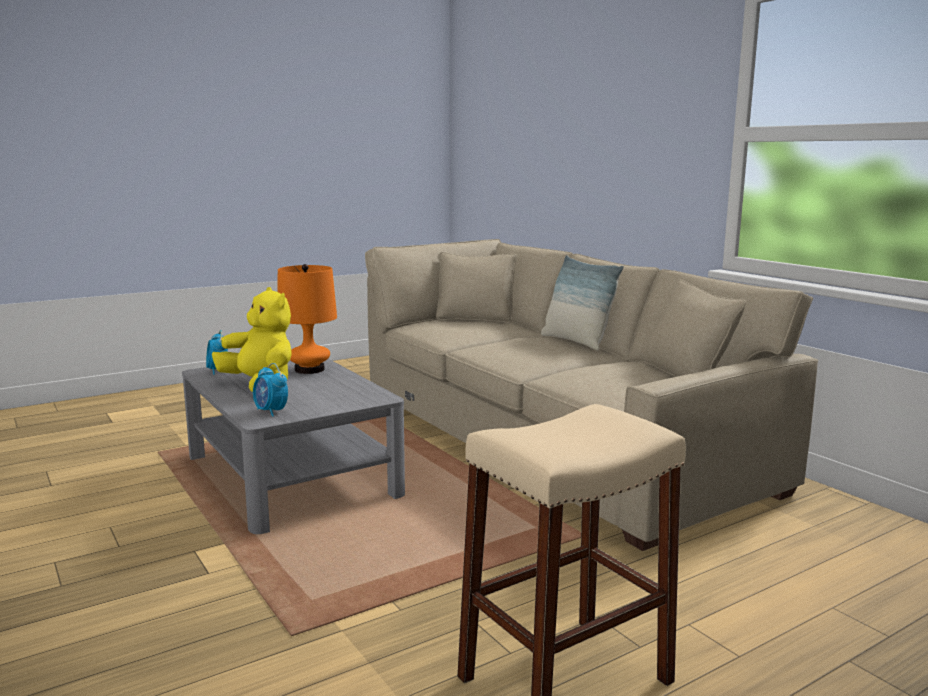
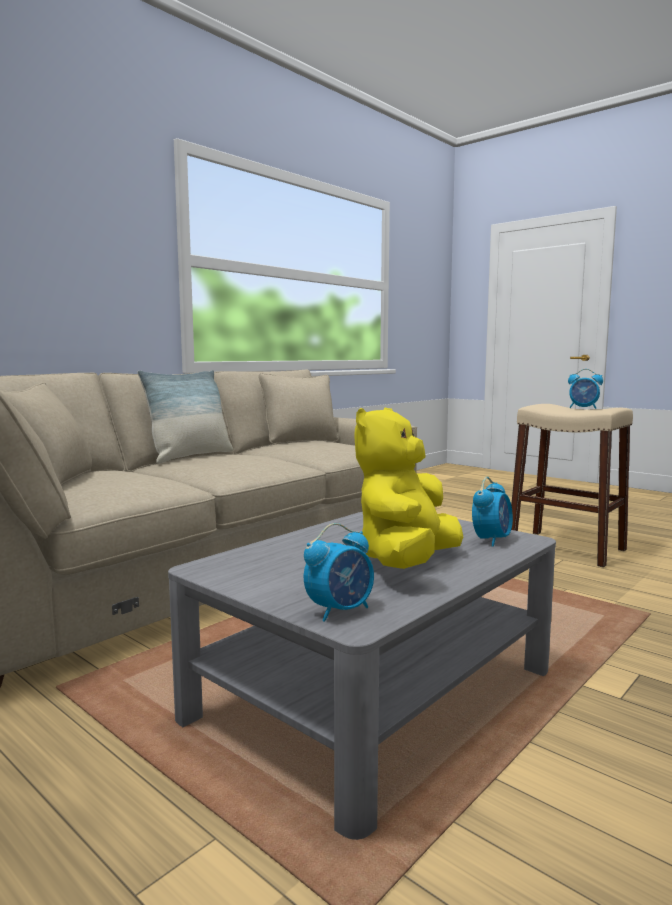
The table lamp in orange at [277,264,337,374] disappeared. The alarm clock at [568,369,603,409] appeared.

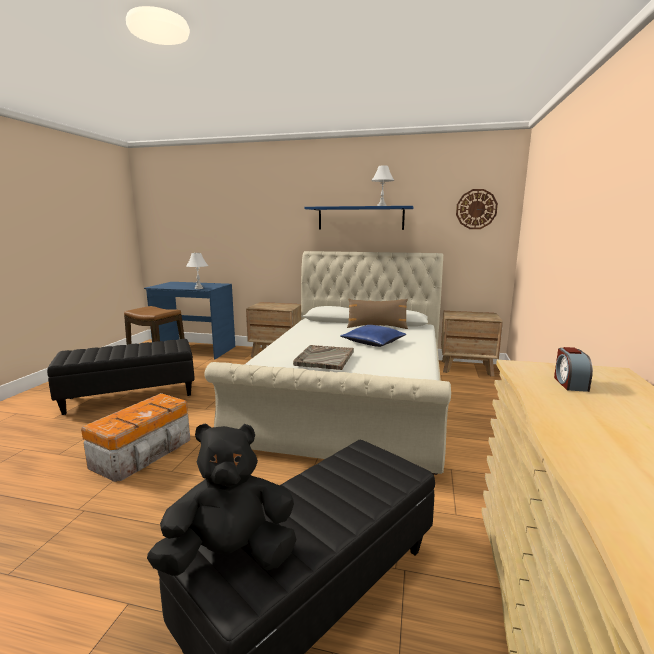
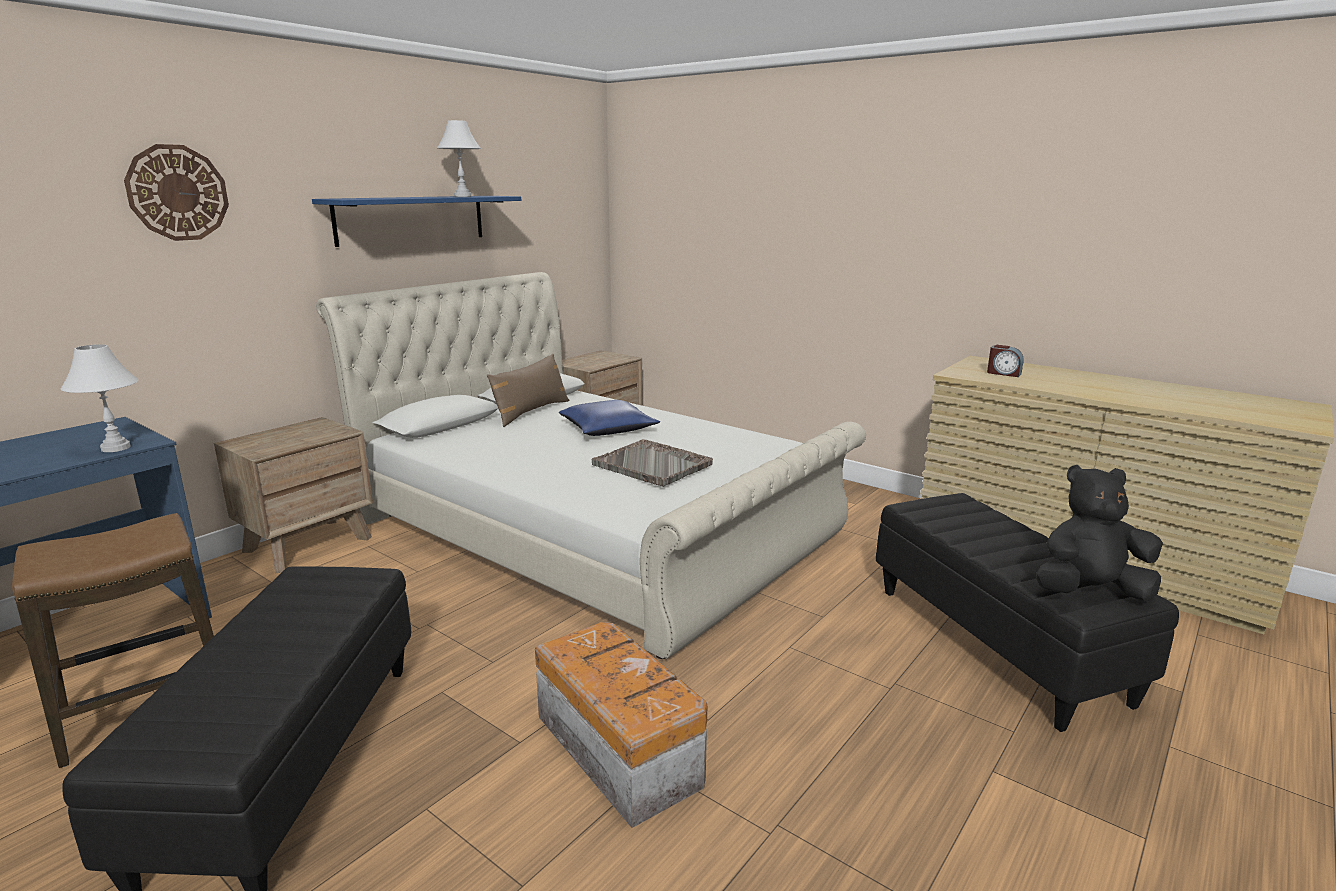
The wall clock moved from [456,189,498,229] to [124,144,229,241]. The plush toy in black at [147,423,297,576] turned 75 degrees clockwise.

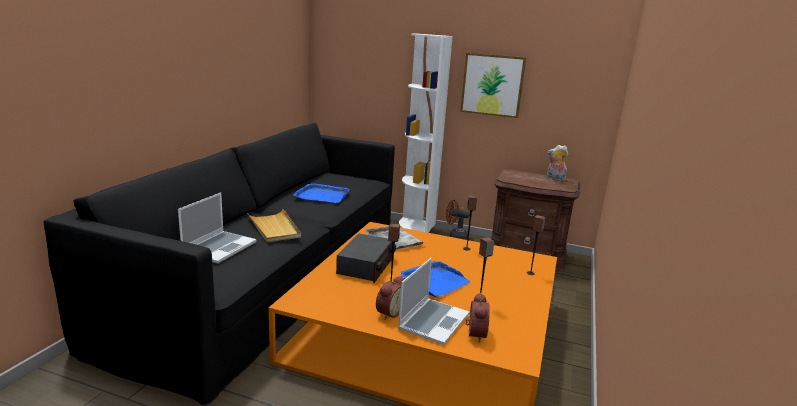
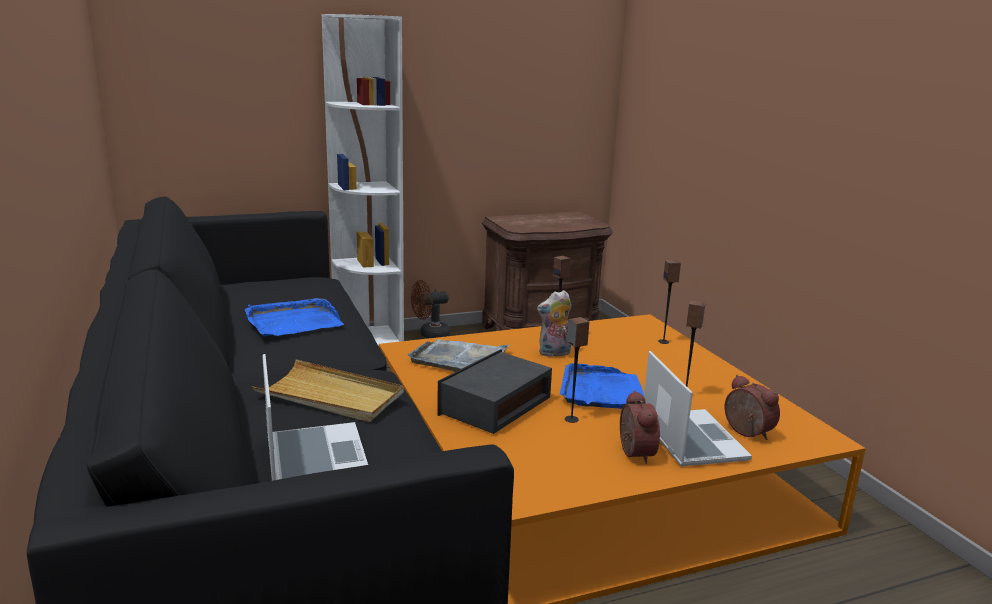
The picture at [460,53,526,118] disappeared. The plush toy moved from [547,145,568,181] to [537,290,571,357]. The radio at [336,234,396,283] turned 120 degrees counterclockwise.

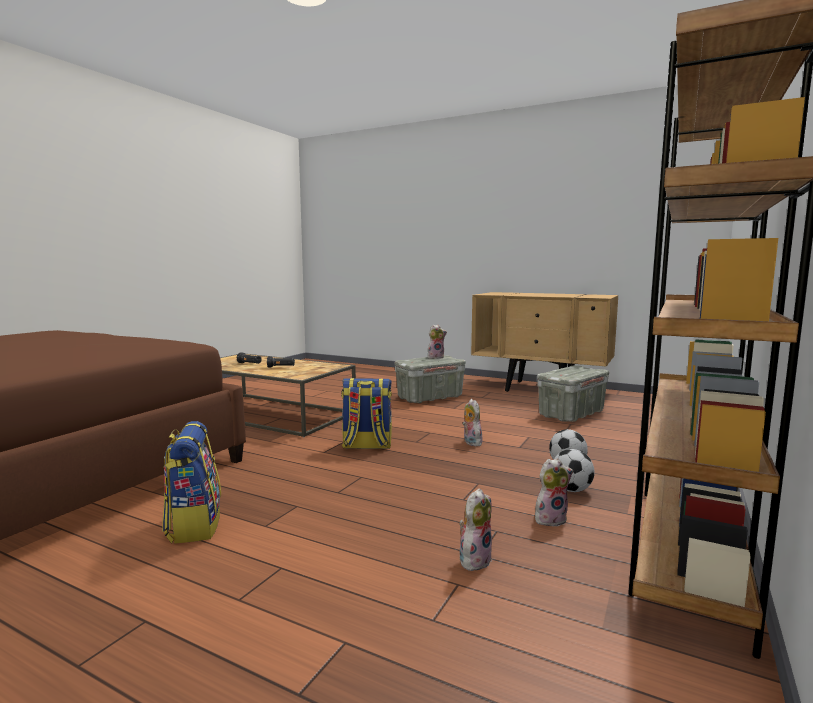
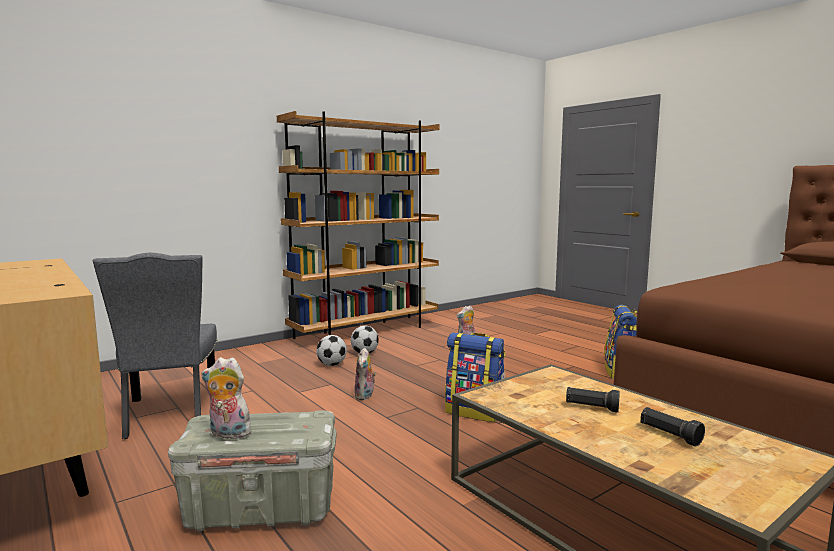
The plush toy at [535,458,573,526] disappeared. The storage box in grey at [537,365,609,422] was replaced by the chair in grey at [93,253,217,439].

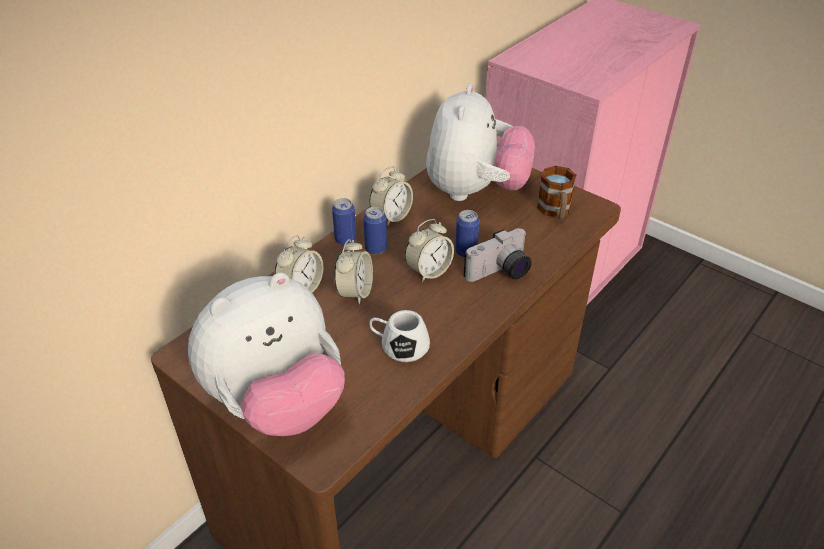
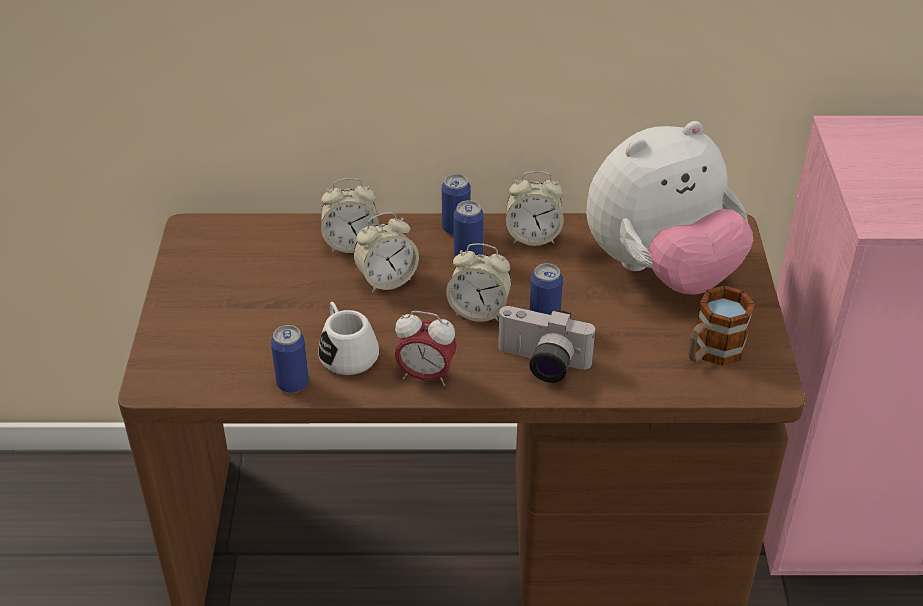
The plush toy at [188,273,345,436] disappeared. The can at [271,325,309,393] appeared. The alarm clock at [395,311,457,386] appeared.

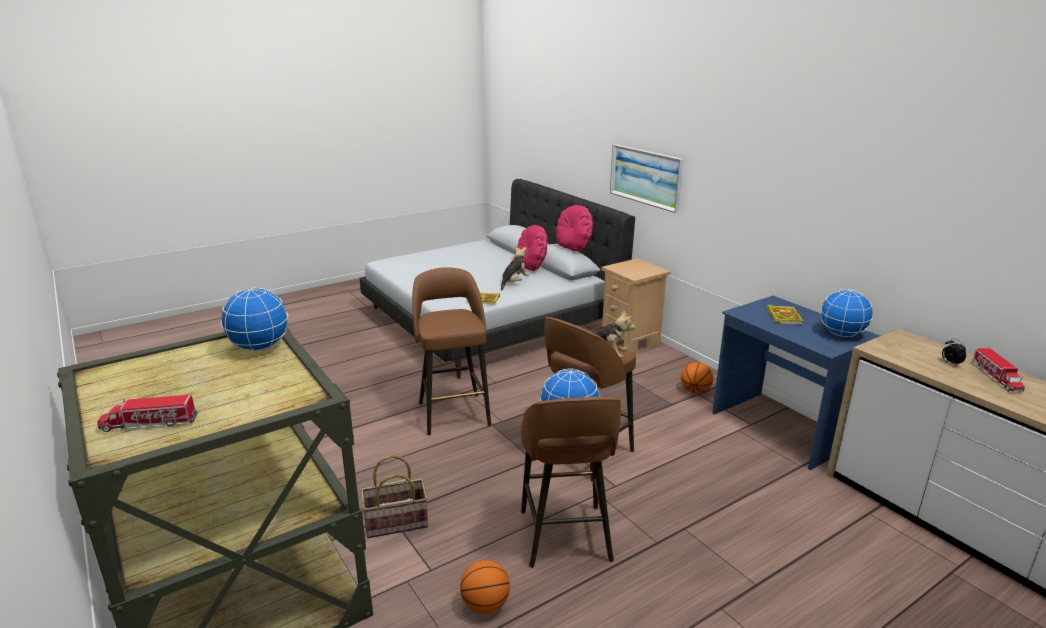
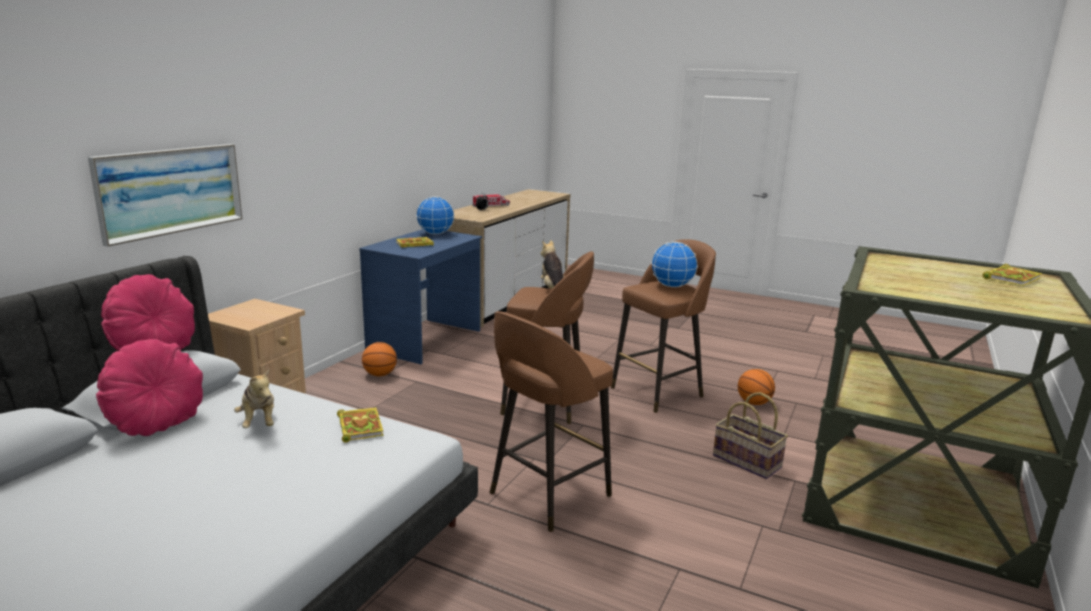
The globe at [221,288,288,351] disappeared. The toy truck at [97,395,198,432] was replaced by the book at [982,264,1042,286]. The plush toy at [501,246,529,291] turned 120 degrees counterclockwise.

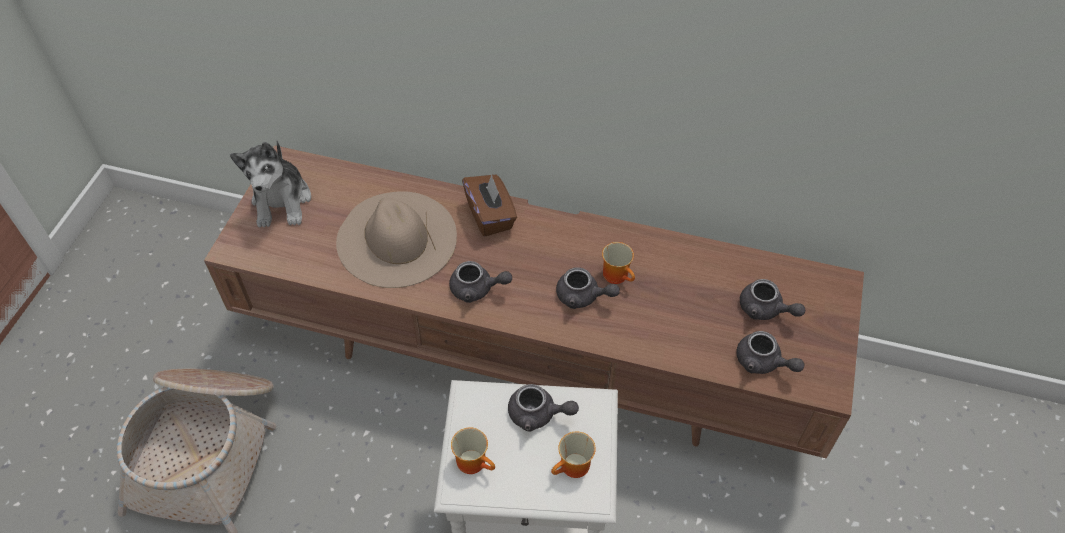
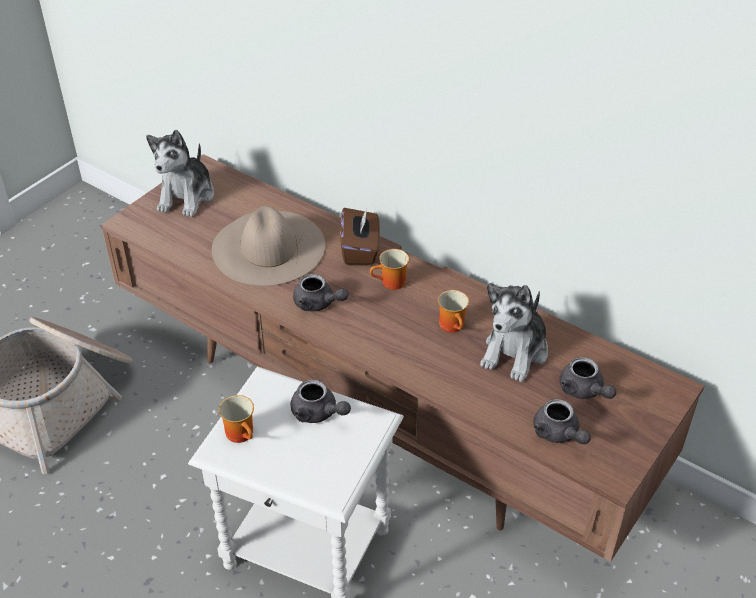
The teapot in grey at [556,267,620,309] disappeared. The plush toy at [480,283,548,382] appeared. The mug moved from [551,431,595,478] to [370,249,409,290].

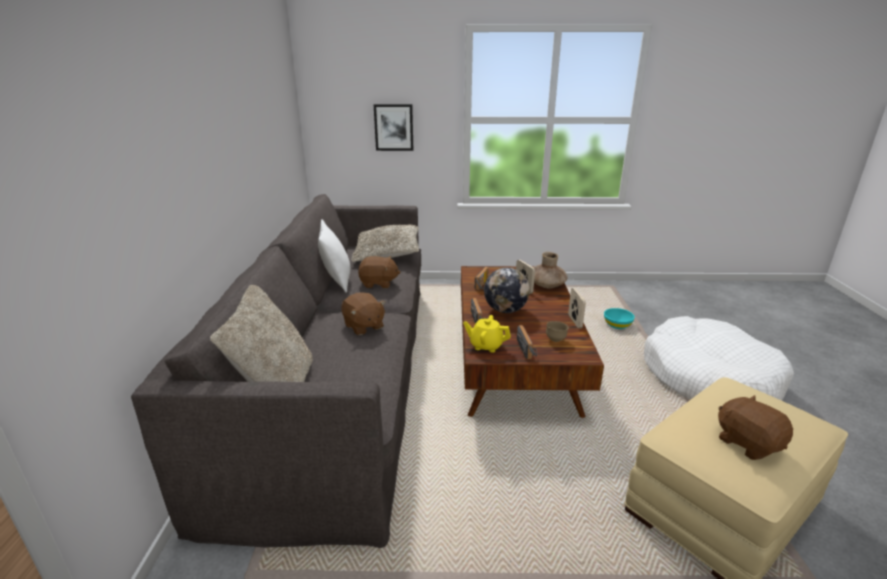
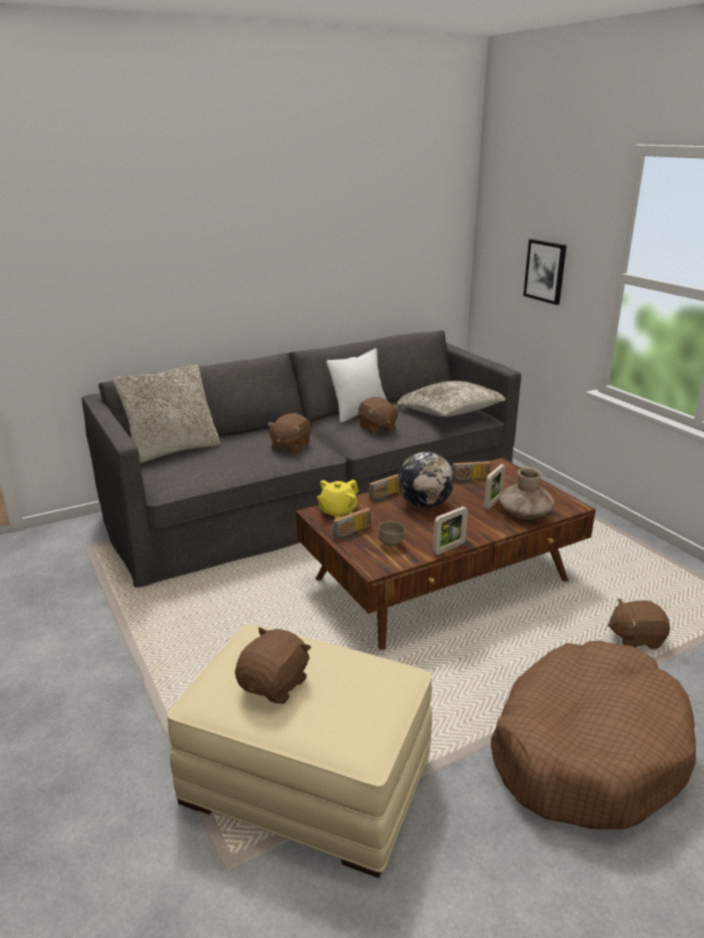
The bowl in turquoise at [604,308,635,329] was replaced by the plush toy in brown at [608,598,670,649]. The dog bed in white at [644,316,794,401] became the dog bed in brown at [491,640,696,829]. The teapot in yellow at [463,315,511,353] turned 120 degrees counterclockwise.

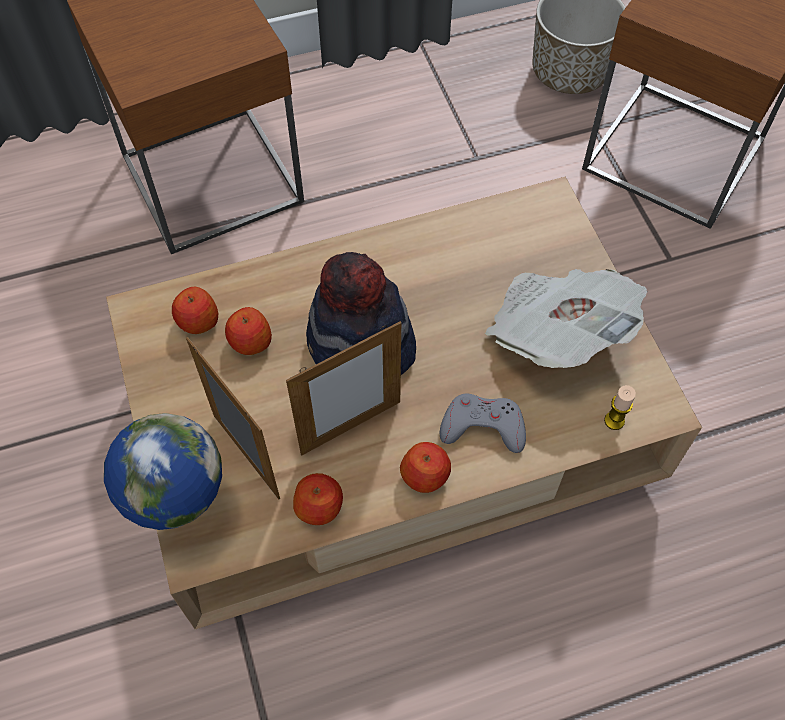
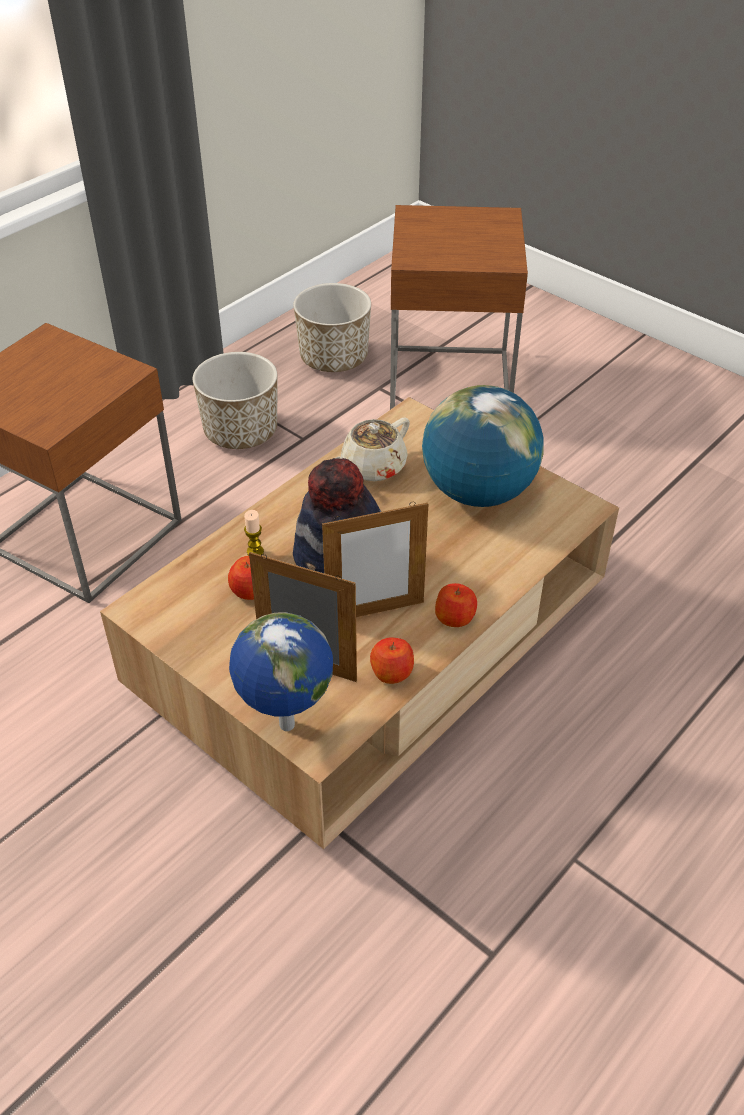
The apple at [172,287,218,334] disappeared. The game controller in grey at [440,393,526,453] disappeared. The planter at [193,352,277,449] appeared. The teapot in beige at [336,418,410,481] appeared. The candle moved from [604,385,636,430] to [244,510,264,556]. The newspaper at [485,269,648,368] was replaced by the globe at [422,385,544,507]. The picture frame at [286,321,401,456] turned 45 degrees clockwise.

